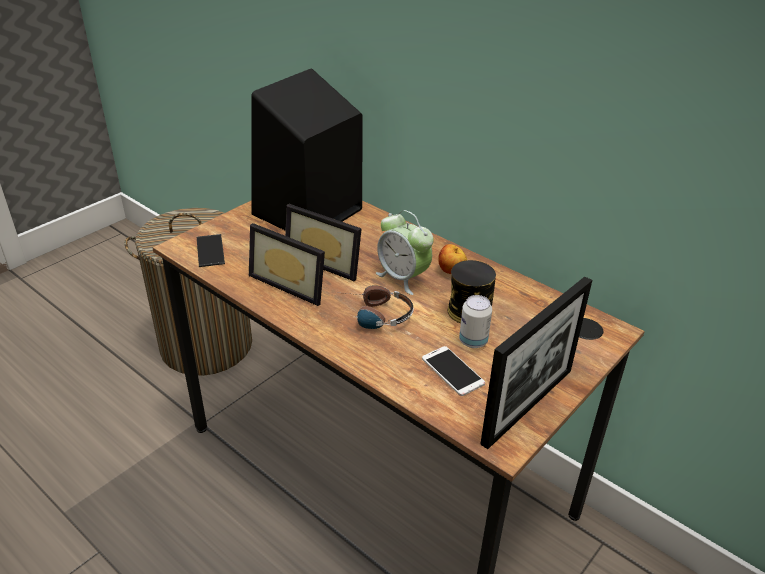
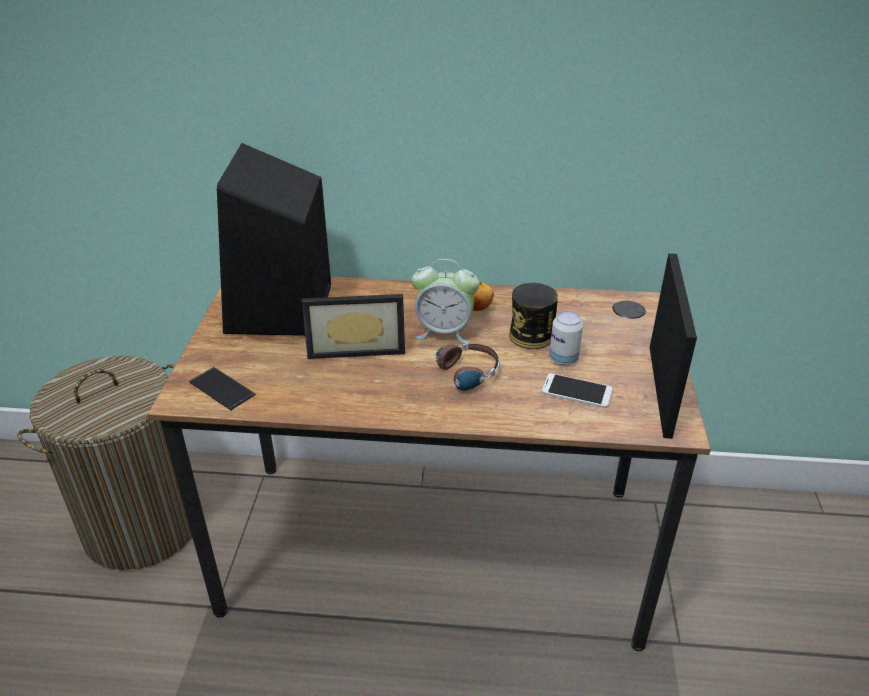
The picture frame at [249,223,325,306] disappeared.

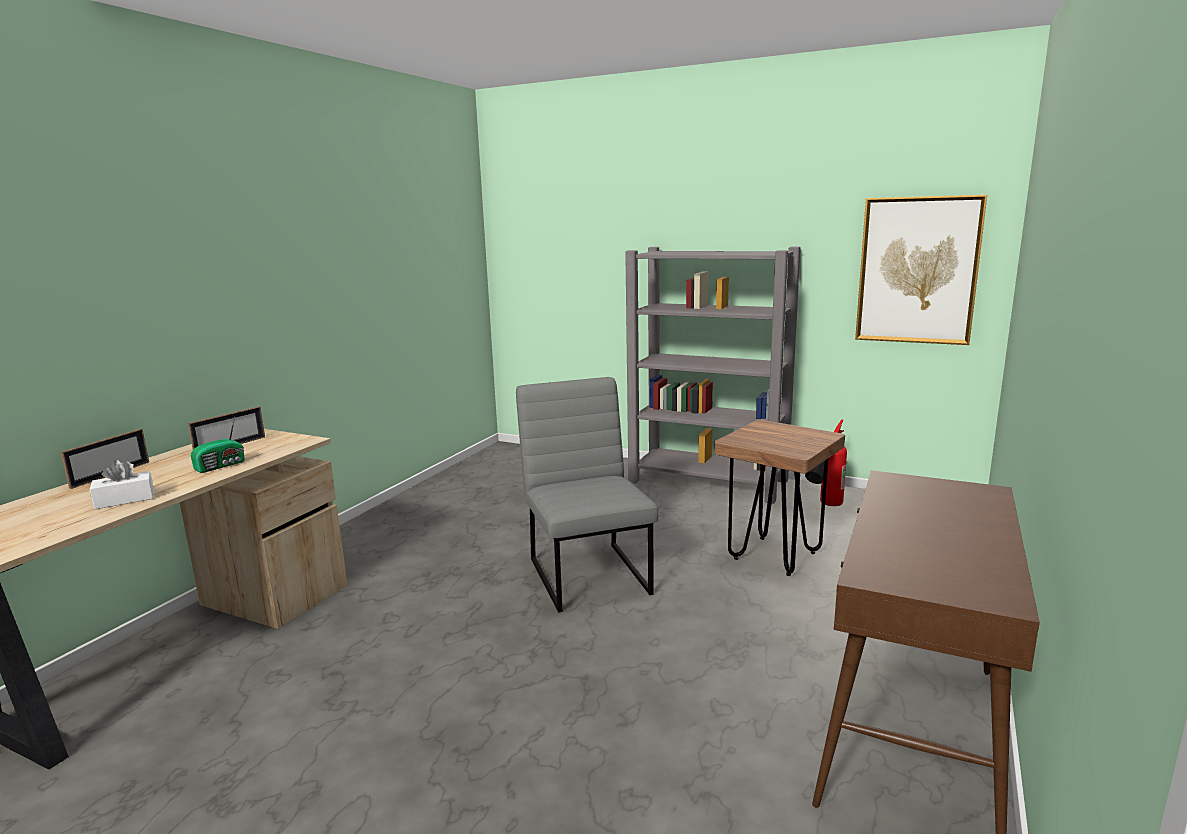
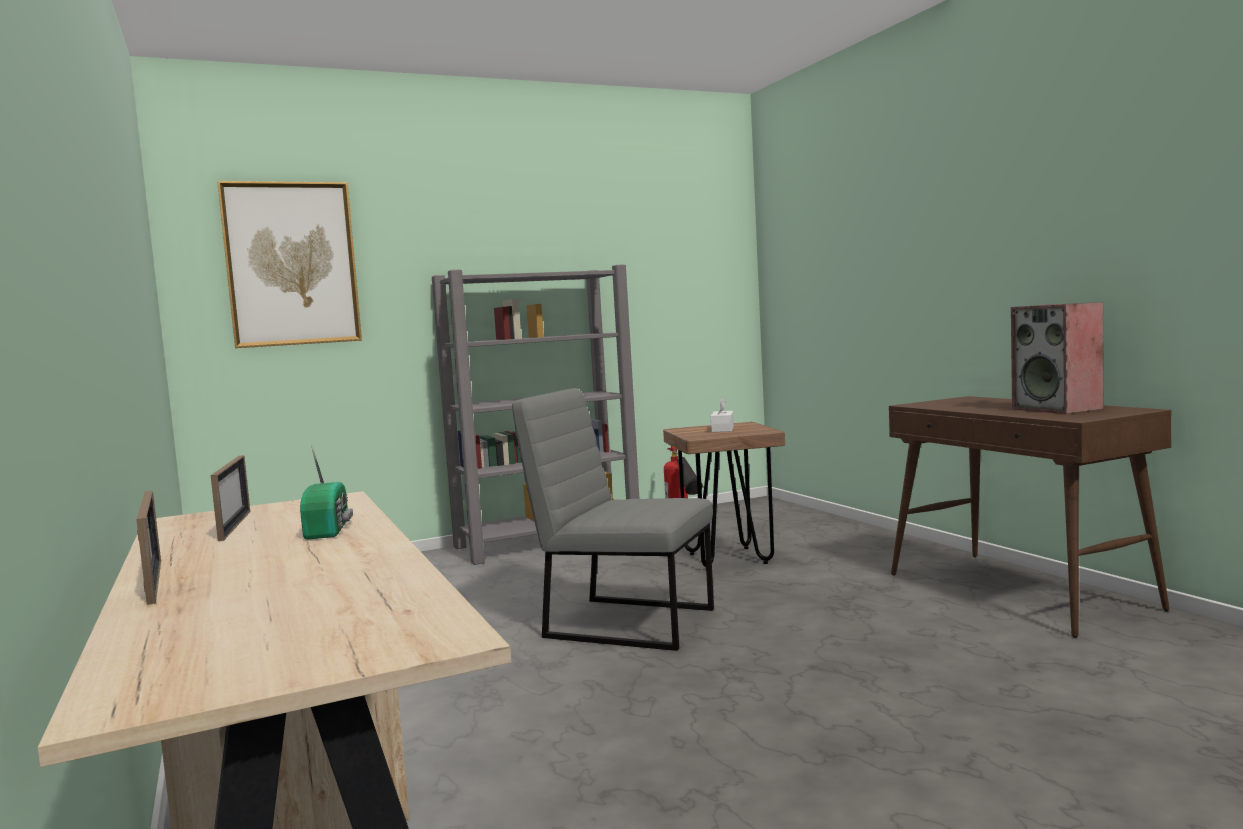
The speaker at [1011,302,1104,414] appeared. The tissue box in white moved from [90,460,154,509] to [711,398,734,432]. The picture moved from [855,195,987,345] to [217,181,362,348].

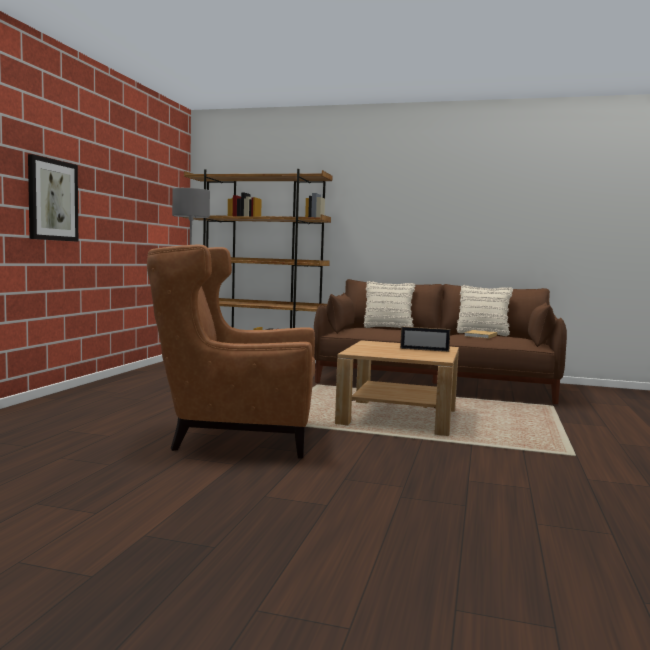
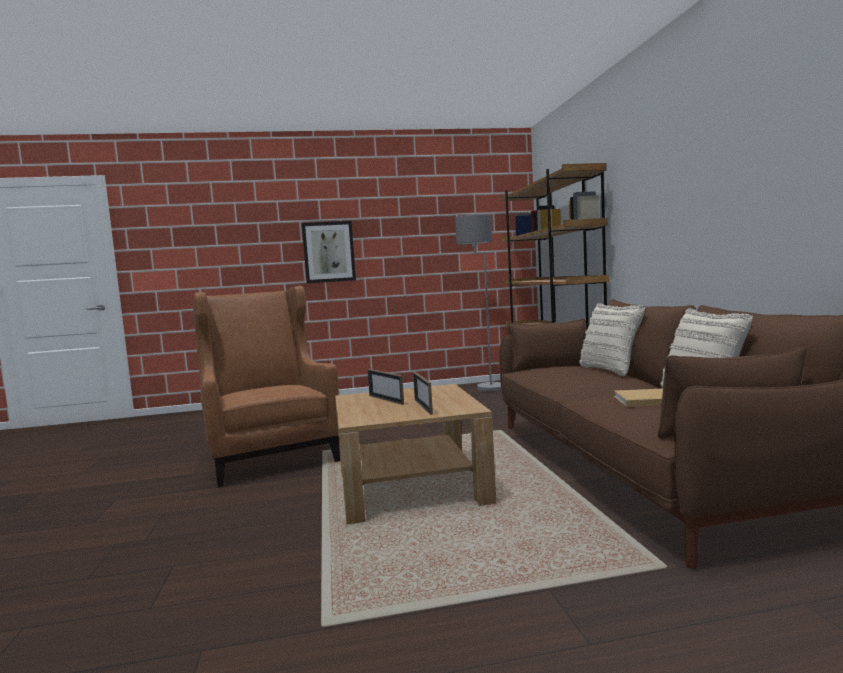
The picture frame at [367,369,404,405] appeared.

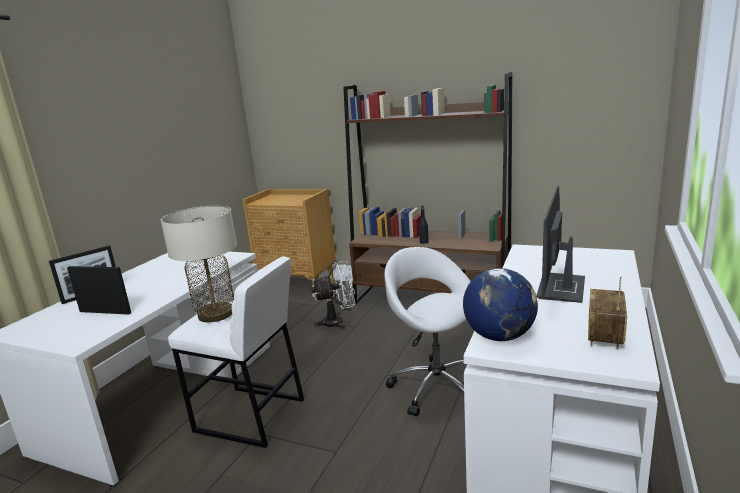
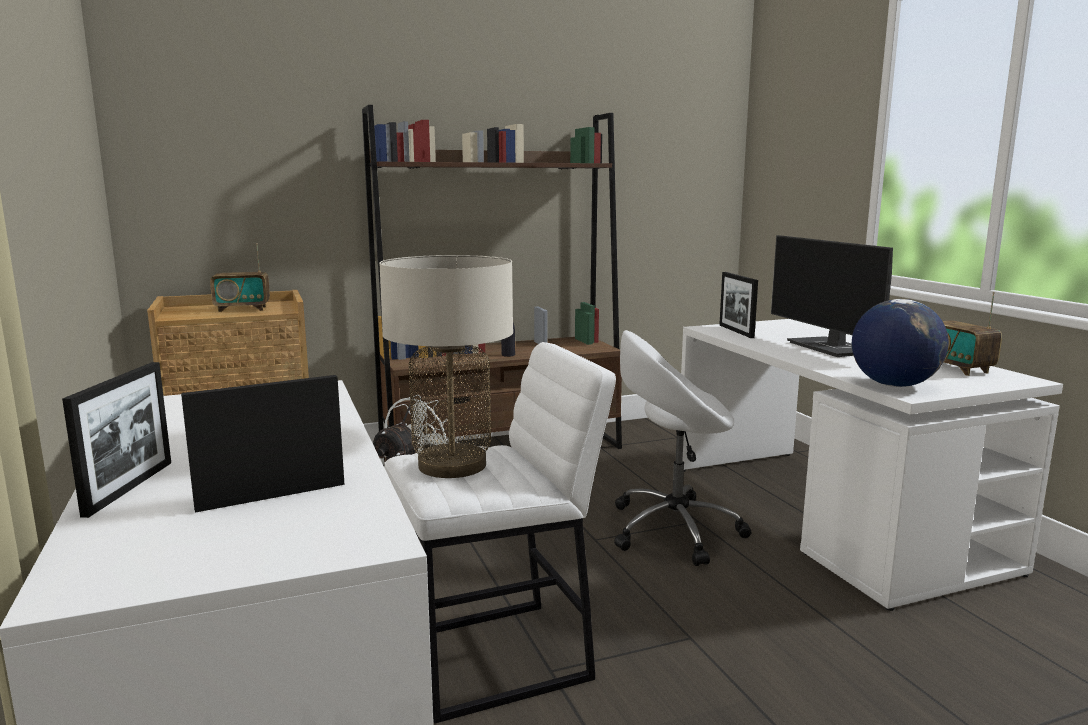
The radio at [210,243,270,312] appeared. The picture frame at [719,272,758,338] appeared.

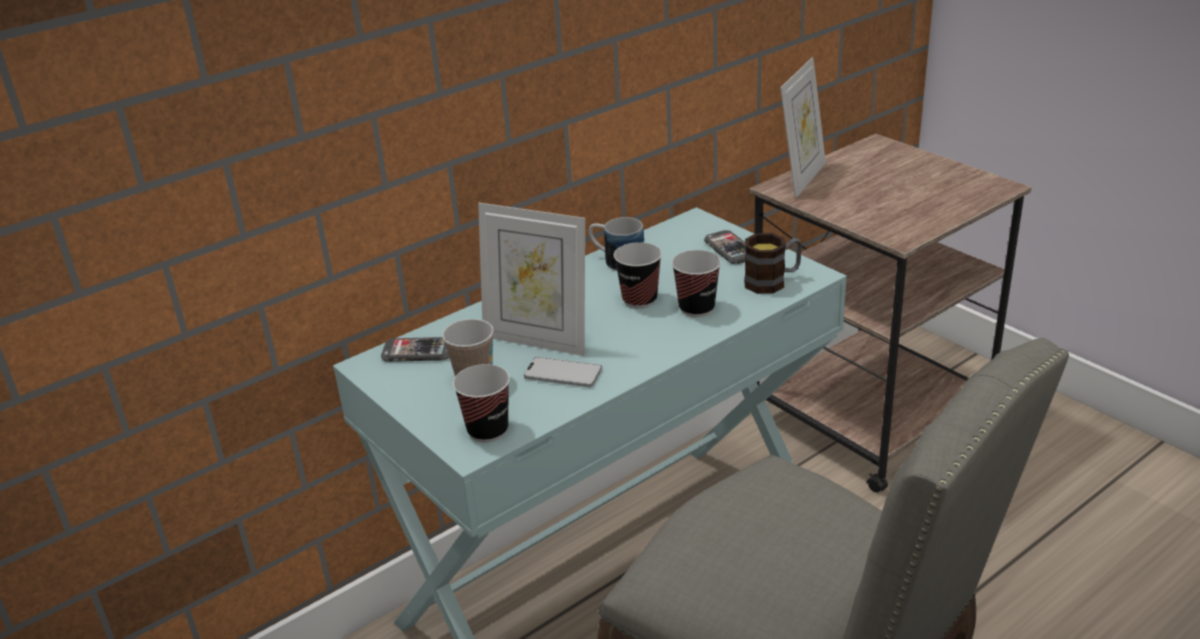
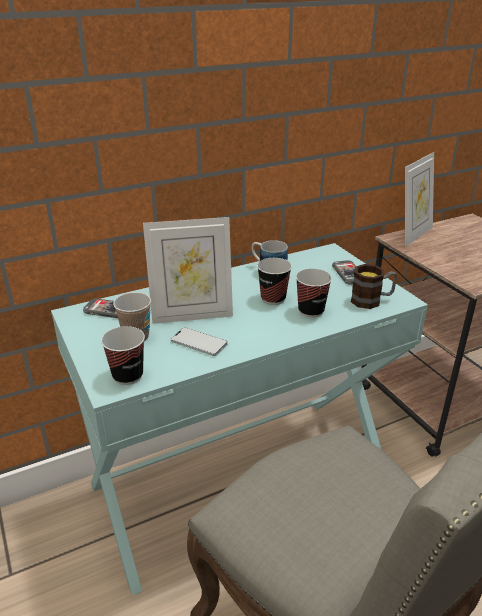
The picture frame at [478,203,585,356] turned 45 degrees counterclockwise.

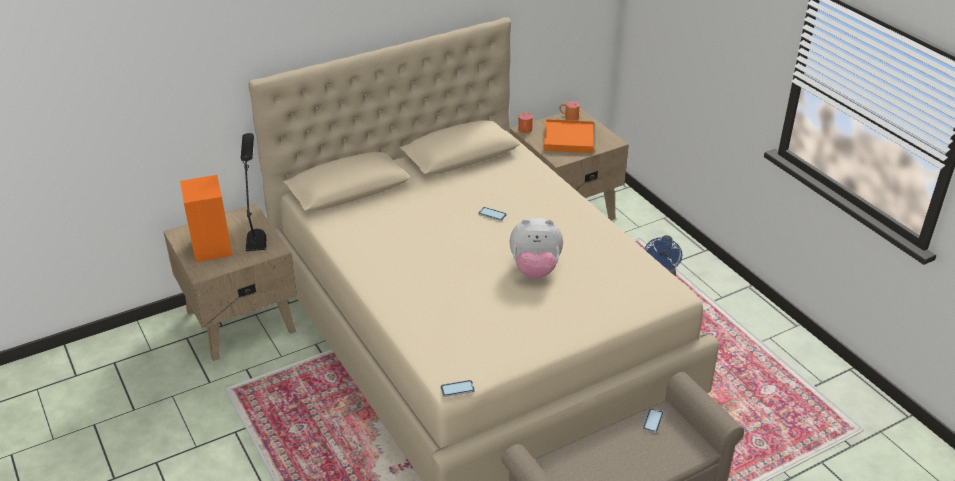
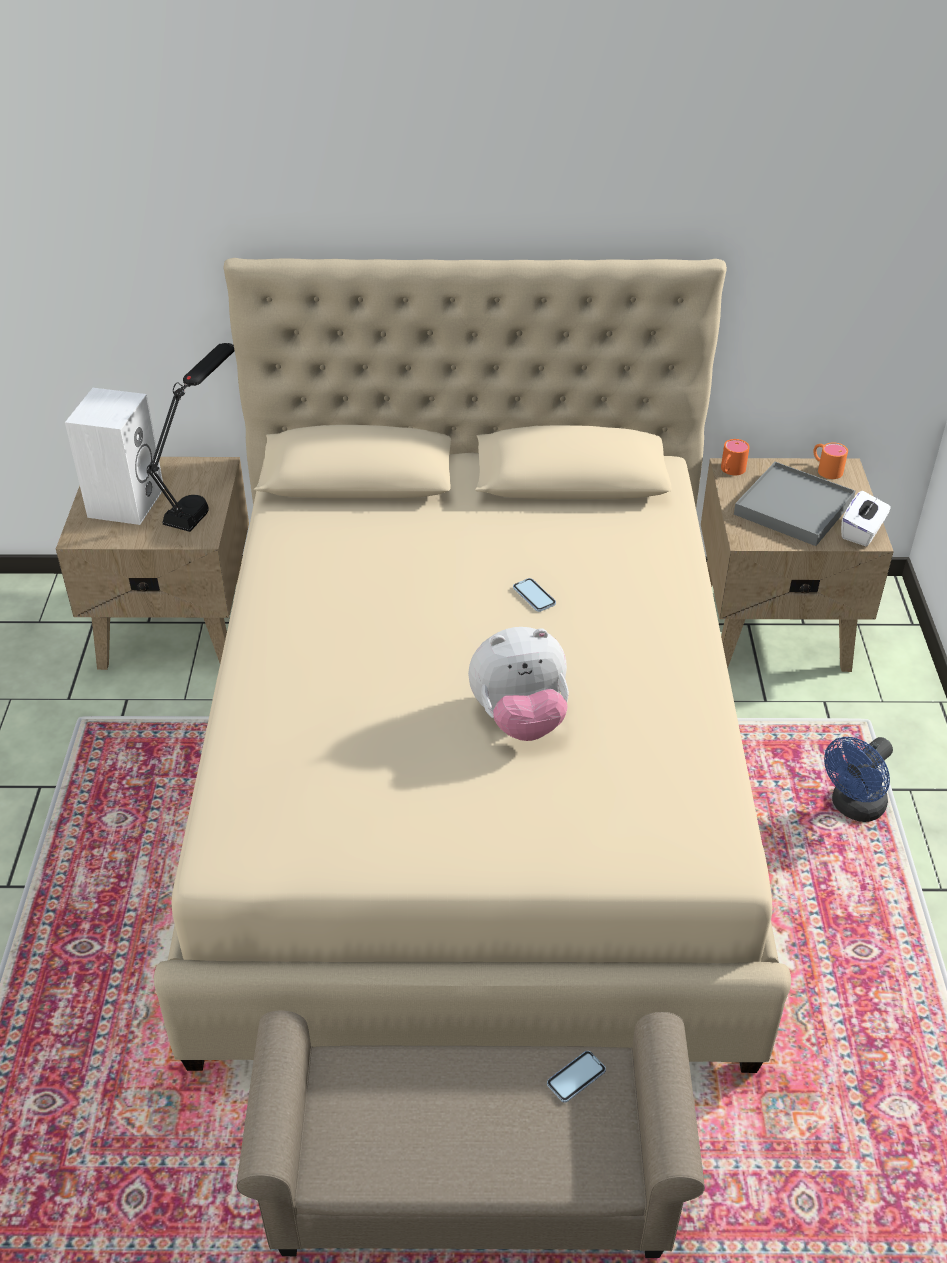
The phone at [441,380,475,397] disappeared. The tissue box in white at [841,491,891,546] appeared. The speaker in orange at [180,175,232,262] became the speaker in white at [65,388,164,525]. The tray in orange at [544,119,594,153] became the tray in grey at [734,462,855,546]. The plush toy at [509,218,563,279] turned 45 degrees counterclockwise.

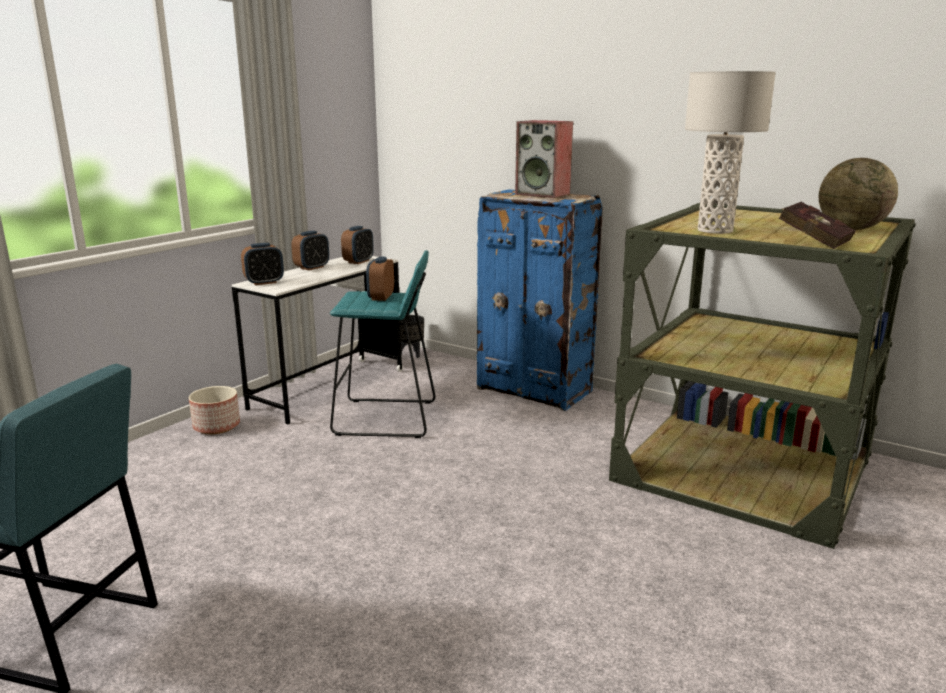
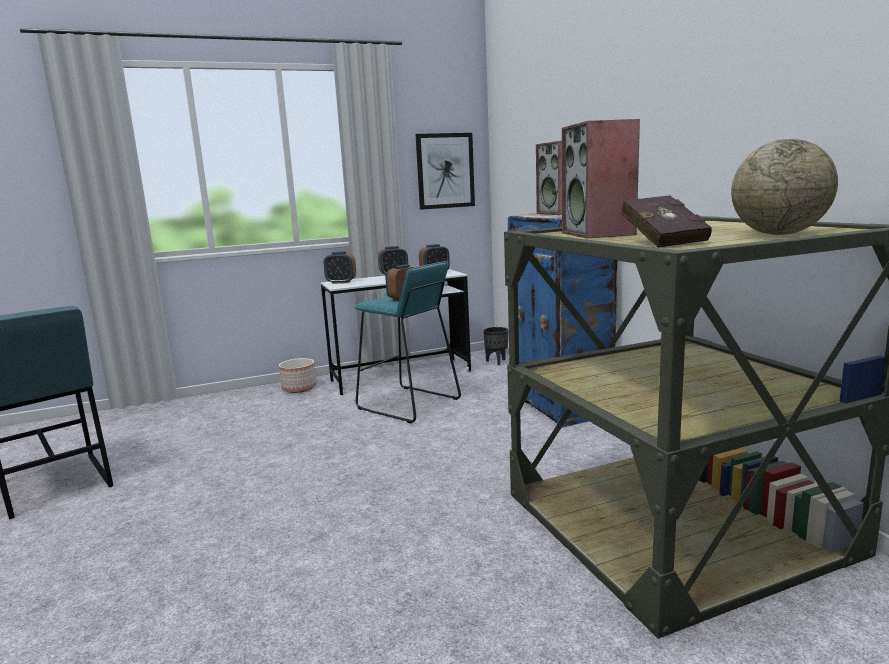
The picture at [416,133,475,210] appeared. The table lamp in white at [685,71,776,234] was replaced by the speaker at [562,119,640,238].

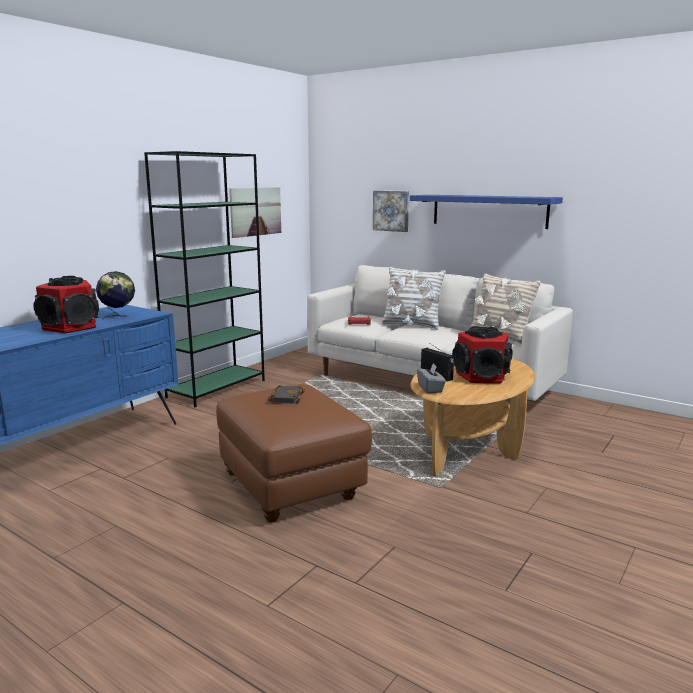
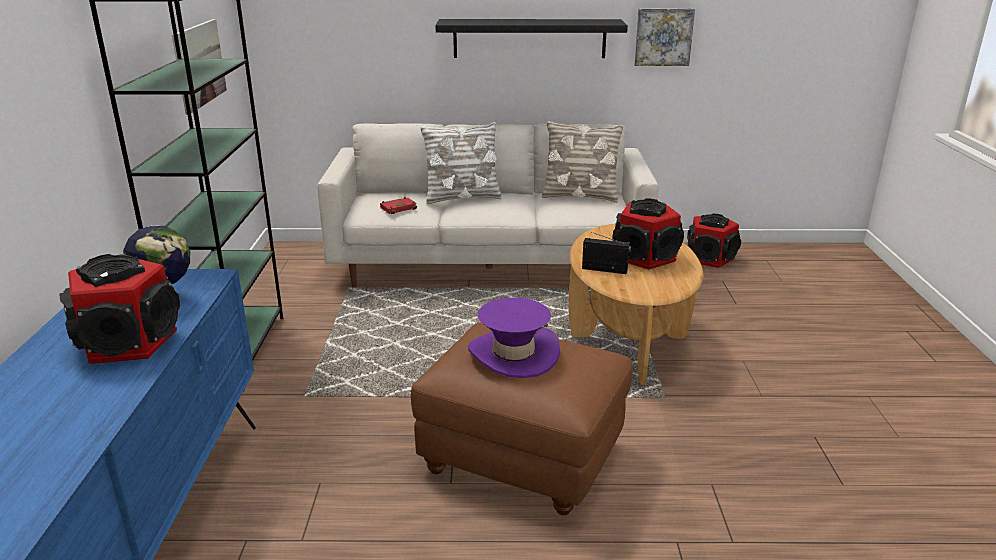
The tissue box in grey at [417,363,446,393] disappeared. The speaker at [687,214,741,268] appeared. The picture moved from [373,191,409,232] to [634,8,695,66]. The book in black at [268,385,305,404] was replaced by the hat in purple at [468,298,560,378]. The shelf in blue at [410,195,563,229] became the shelf in black at [435,19,628,58].

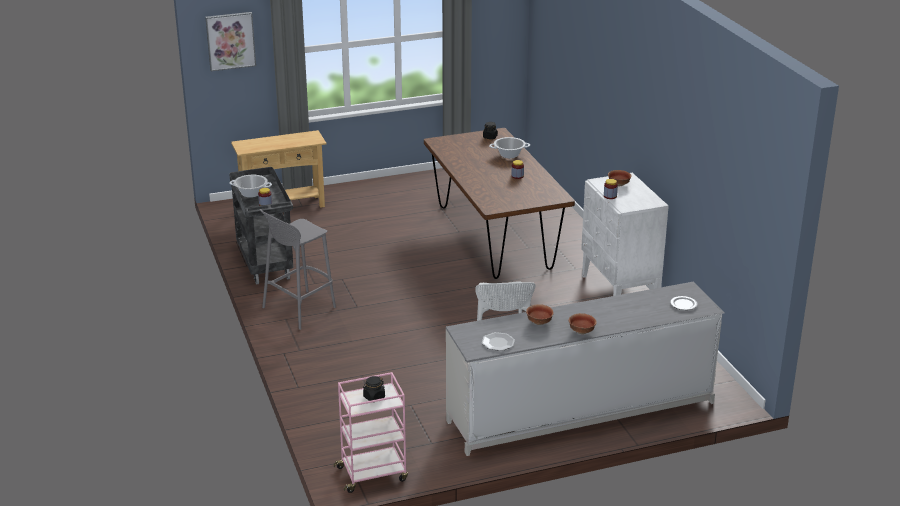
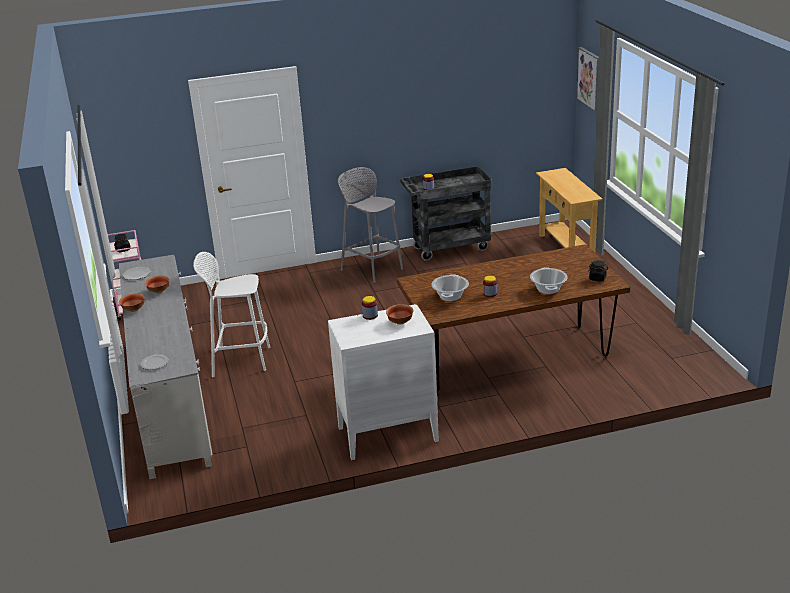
The cooking pot moved from [229,175,272,198] to [431,274,469,301].

